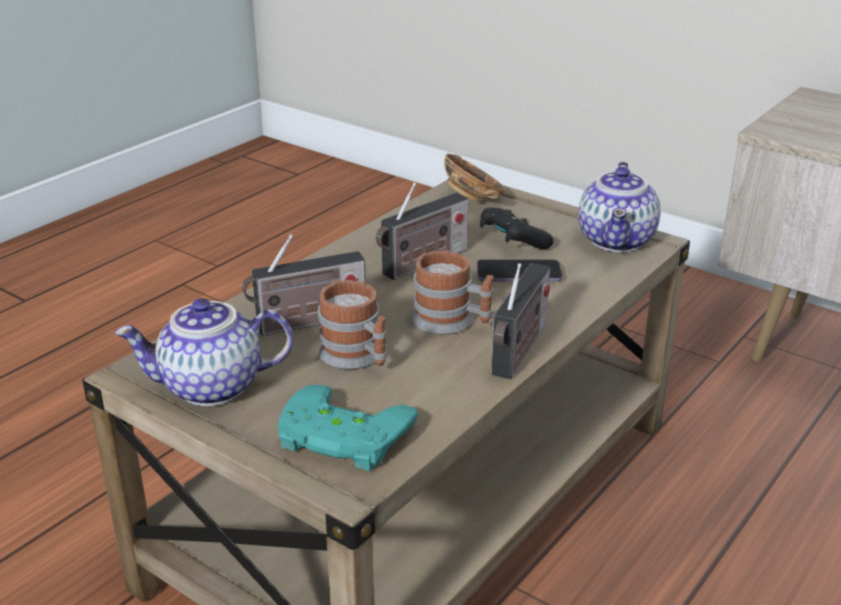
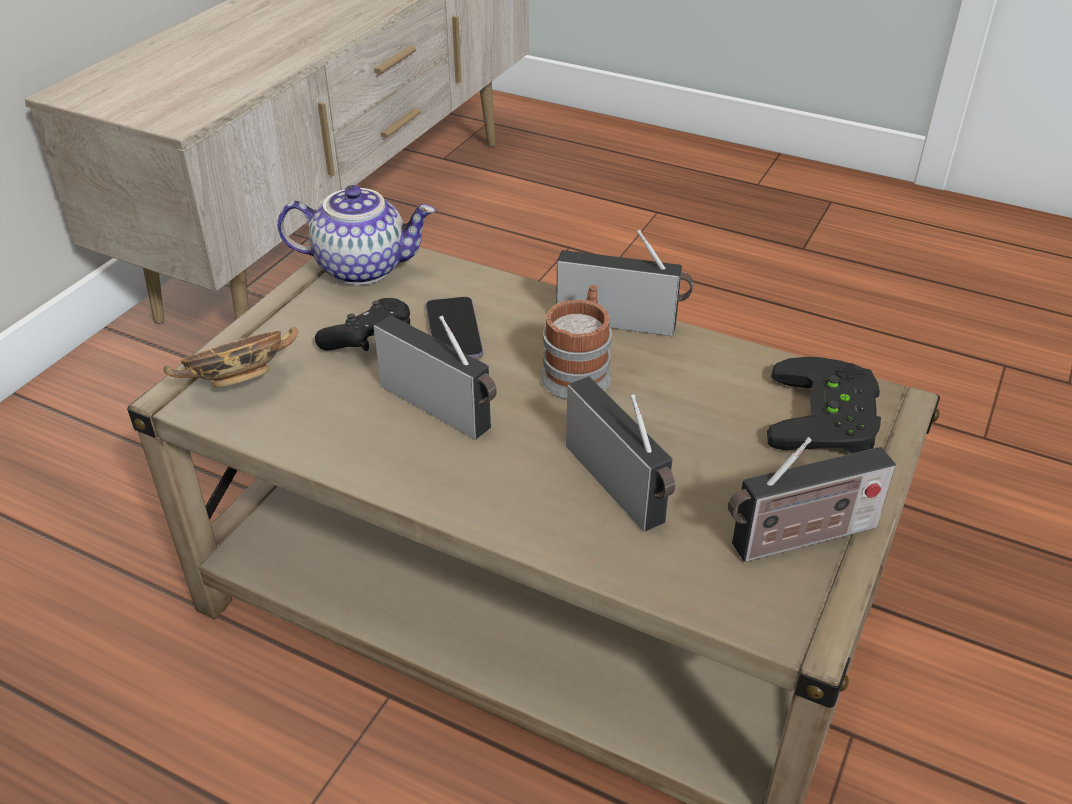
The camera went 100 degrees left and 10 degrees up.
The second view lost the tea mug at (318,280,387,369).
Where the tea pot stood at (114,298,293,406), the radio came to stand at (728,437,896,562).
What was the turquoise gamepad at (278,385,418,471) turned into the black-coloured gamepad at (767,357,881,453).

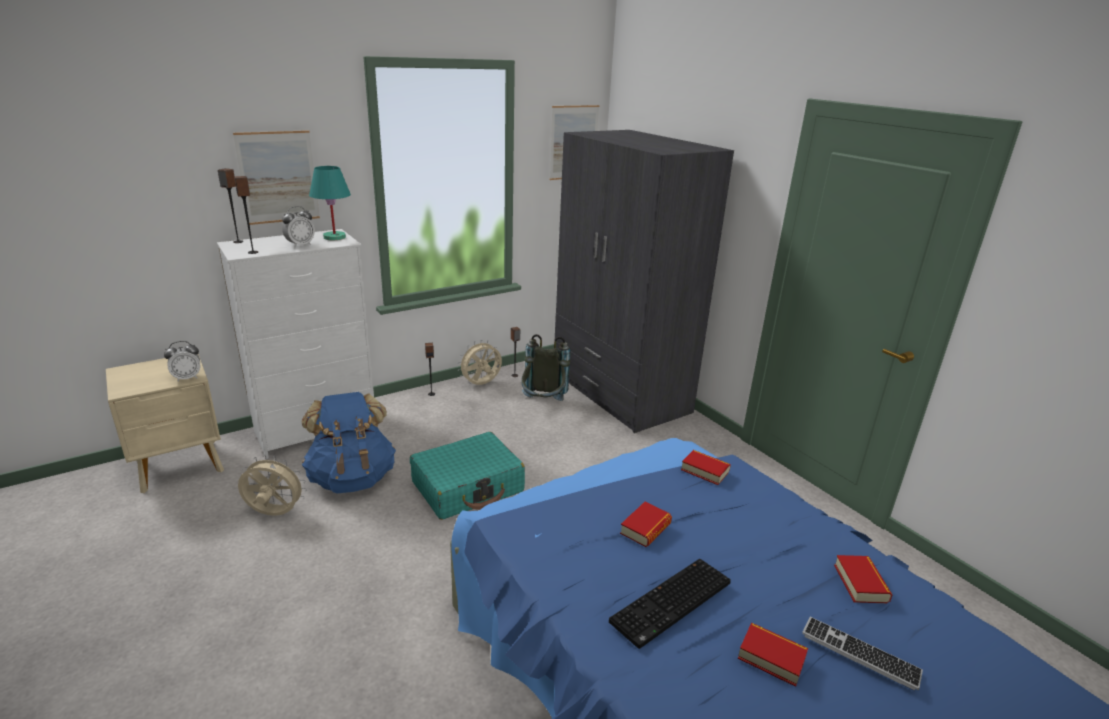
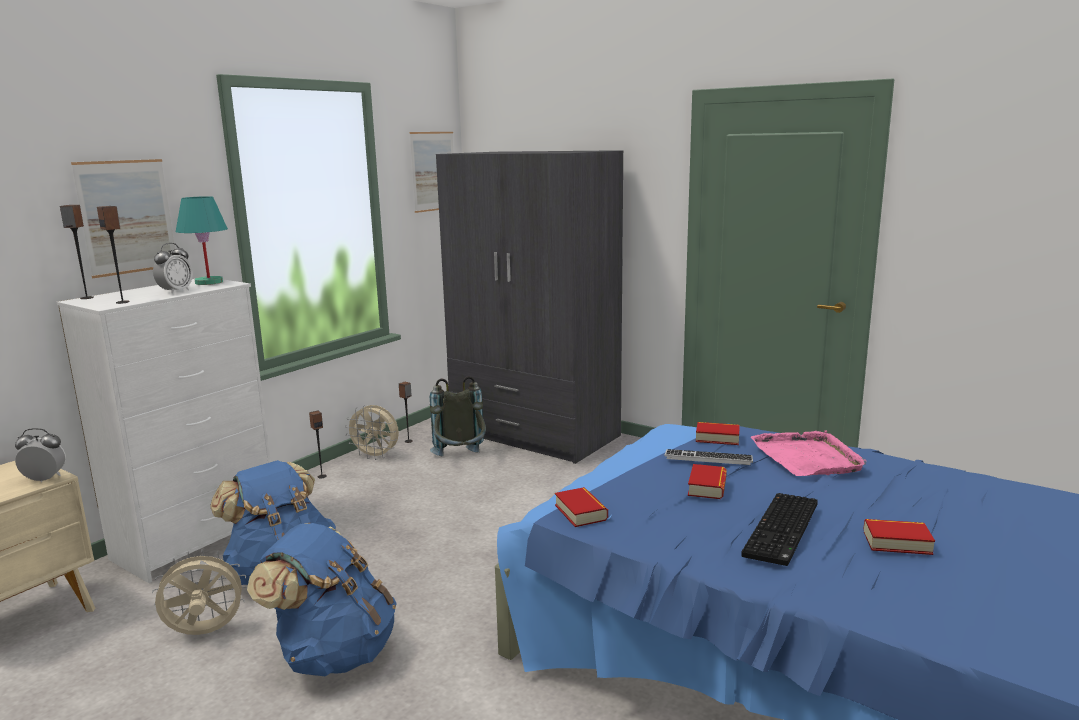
The camera went 20 degrees left and 10 degrees down.
The sand-coloured fan at (457,340,502,385) ended up facing another way, 105 degrees counterclockwise from before.
The alarm clock at (164,341,200,382) ended up facing another way, 135 degrees counterclockwise from before.
The second view lost the turquoise piece of luggage at (410,432,525,520).
The book ended up elsewhere, having gone from (834,555,892,603) to (555,487,608,527).
The PC keyboard ended up elsewhere, having gone from (802,617,923,691) to (665,449,753,465).
The second view gained the pink-coloured carrying tray at (751,430,866,476).
The second view gained the blue knapsack at (247,523,397,676).

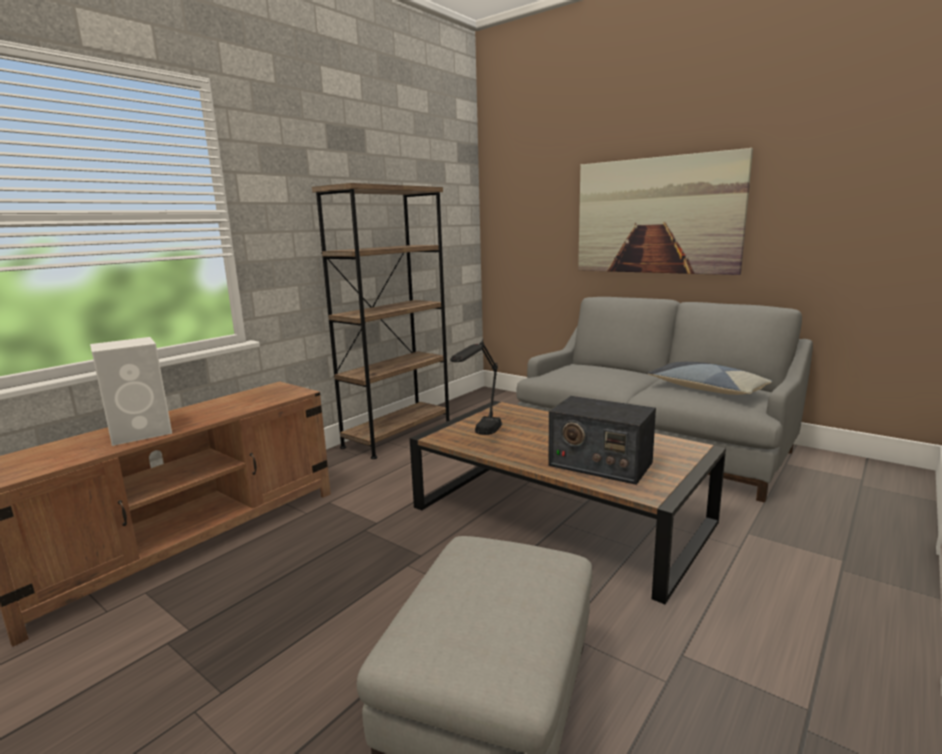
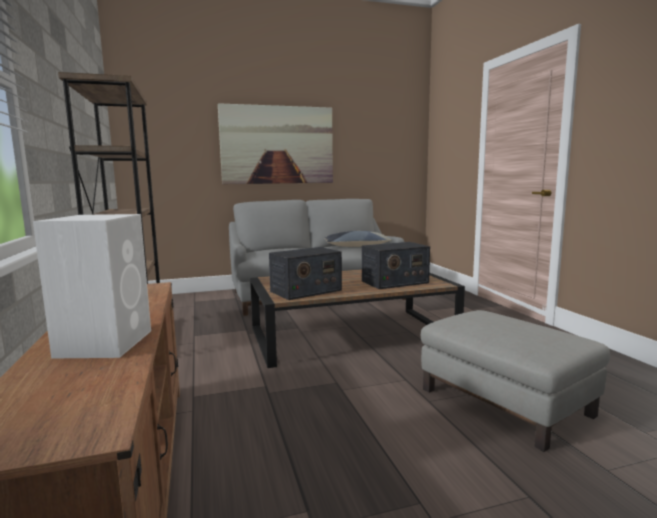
The camera went 55 degrees left and 5 degrees down.
Where the black-coloured table lamp stood at (450,339,502,435), the radio came to stand at (269,247,342,300).

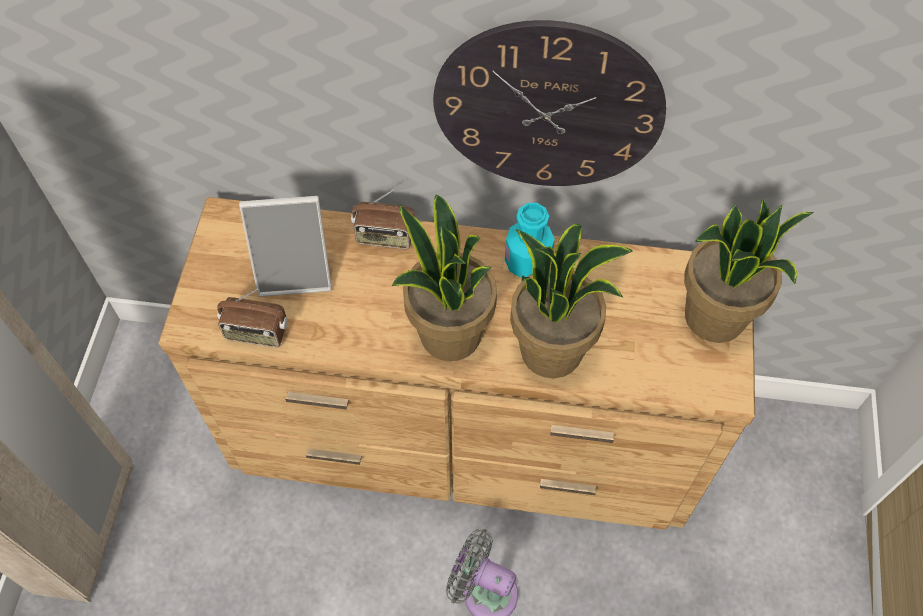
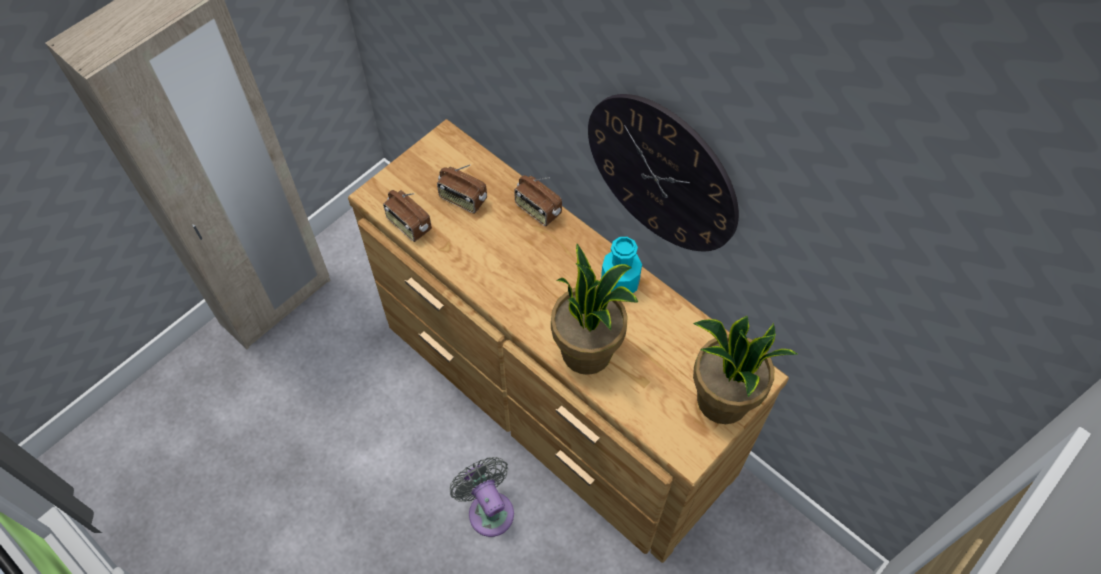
The camera went 35 degrees right and 0 degrees up.
The second view lost the plant in a pot at (392,194,497,361).
Where the photo frame stood at (239,196,332,297), the radio came to stand at (437,164,487,213).

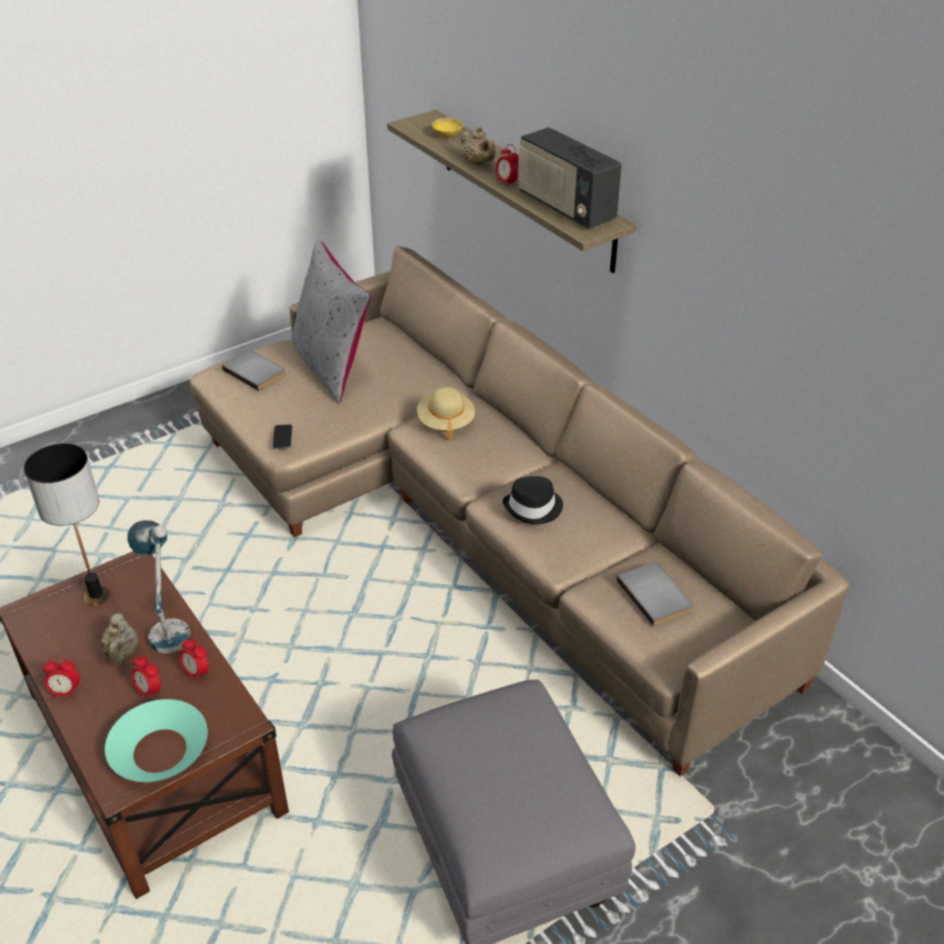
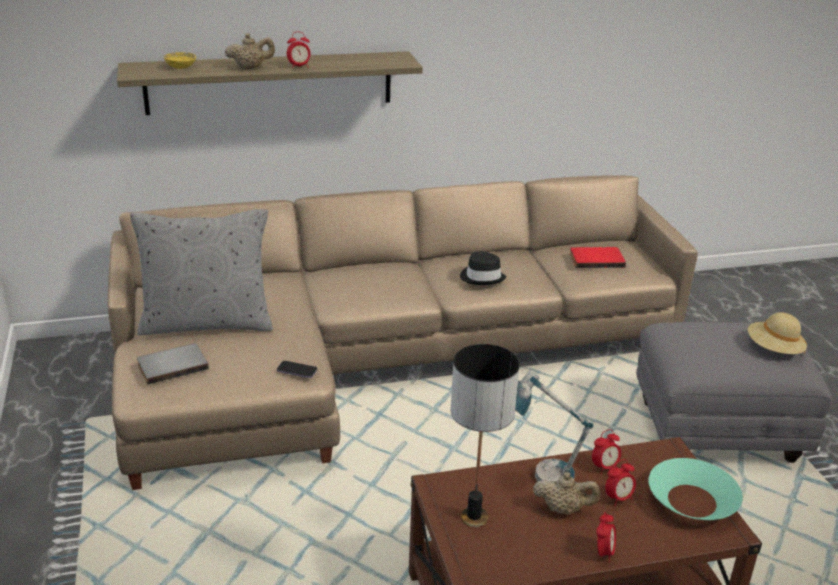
The camera went 70 degrees left and 10 degrees down.
The second view lost the radio at (518,127,622,229).
The sand-coloured wearable hat ended up elsewhere, having gone from (417,387,475,440) to (748,312,807,354).
What was the greyish book at (616,562,693,627) turned into the reddish book at (569,247,626,268).

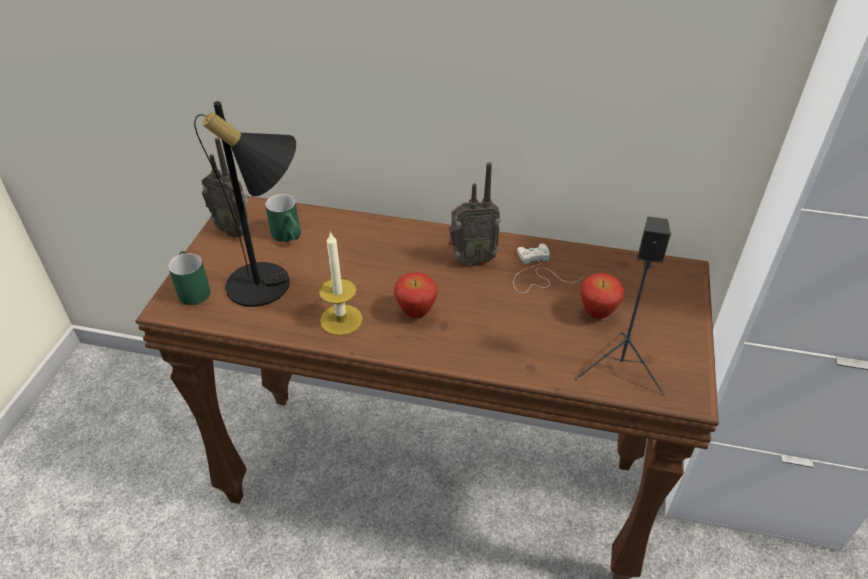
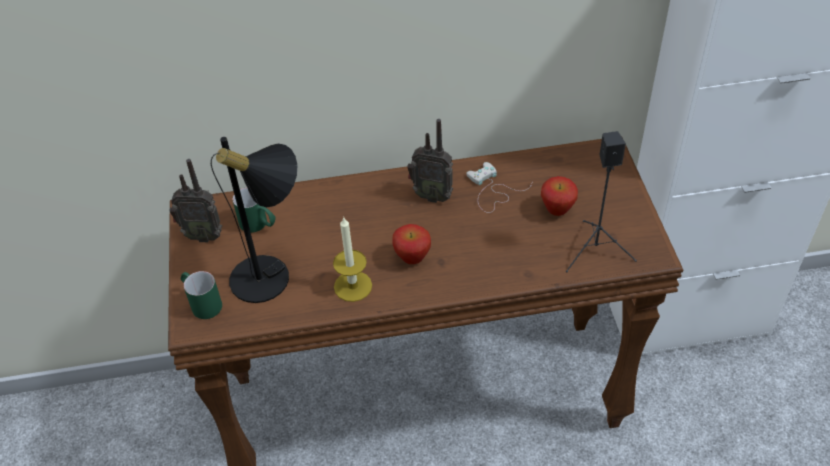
The camera went 20 degrees left and 5 degrees up.
The radio at (449,162,501,266) ended up facing another way, 45 degrees clockwise from before.

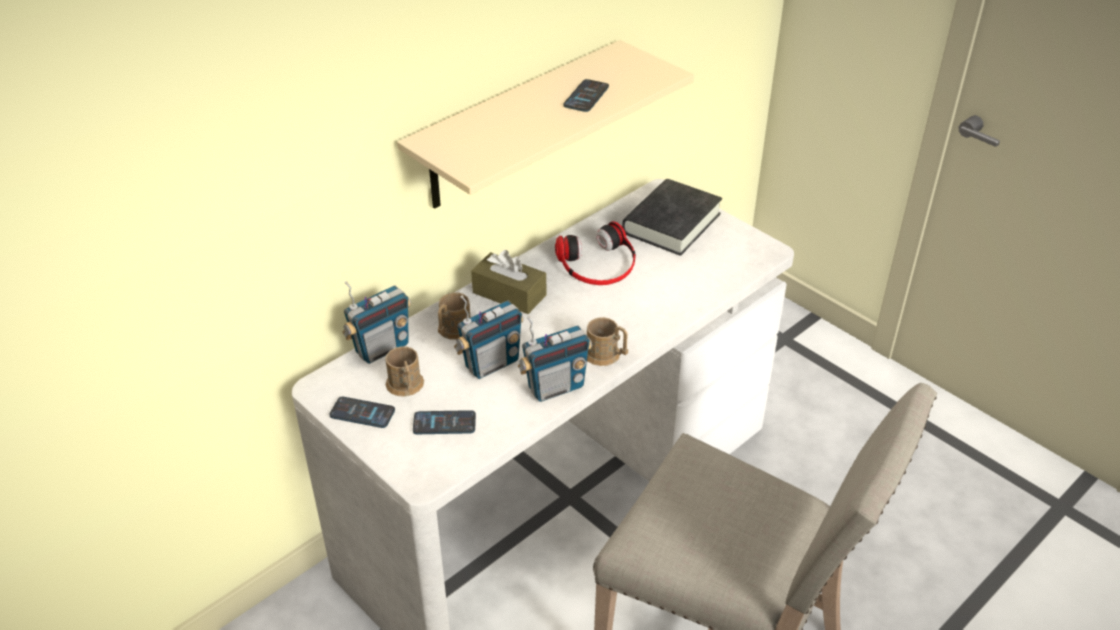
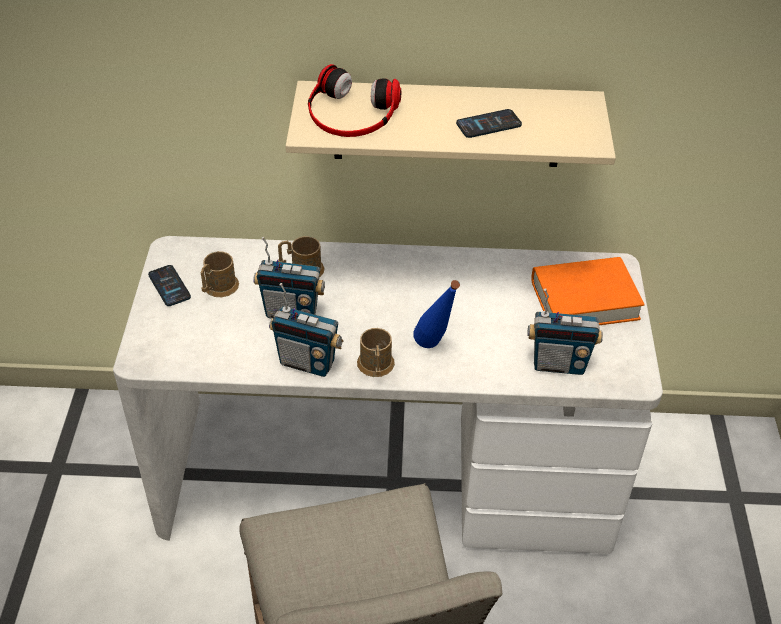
The camera went 45 degrees right and 5 degrees up.
What was the black-coloured book at (622,179,722,256) turned into the orange-coloured book at (531,257,644,325).
The headphones ended up elsewhere, having gone from (555,221,636,285) to (308,64,401,137).
The second view lost the brownish tissue box at (471,250,546,314).
The radio ended up elsewhere, having gone from (342,281,411,364) to (527,288,603,375).
The second view lost the handset at (413,410,476,434).
The second view gained the blue bottle at (413,280,460,348).

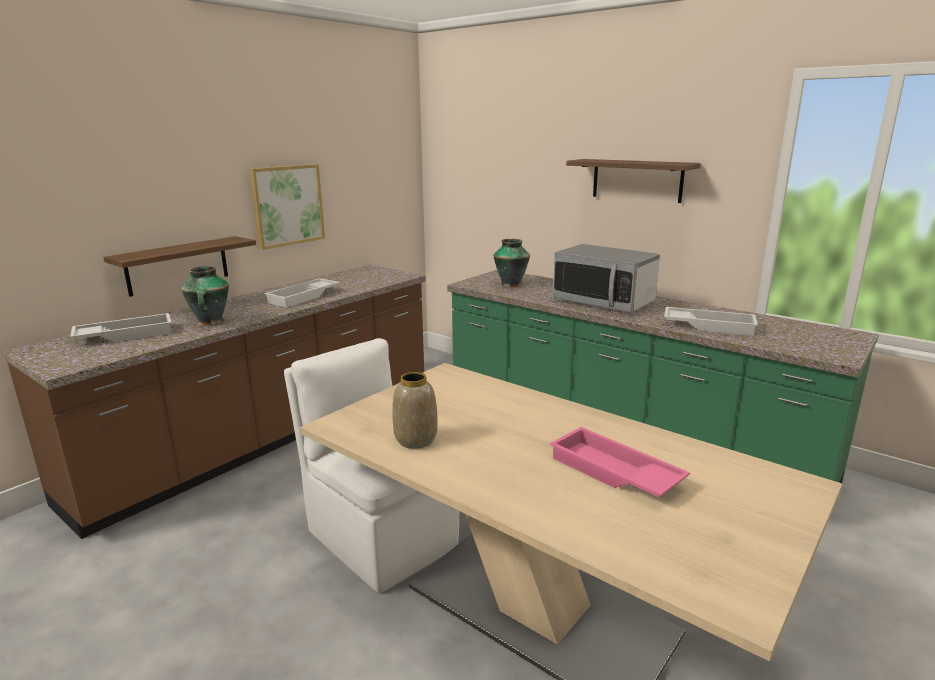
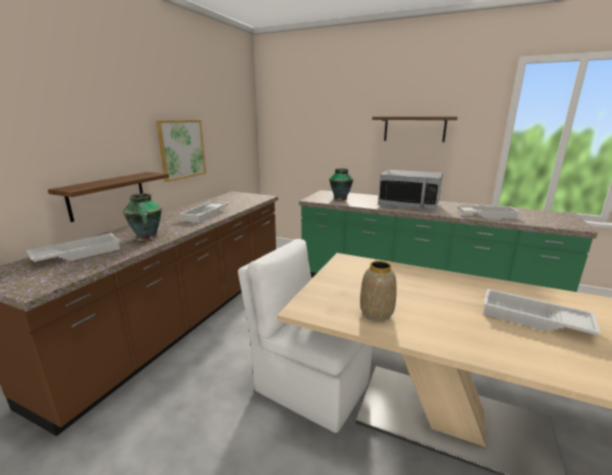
The camera went 15 degrees left and 0 degrees up.
What was the pink-coloured carrying tray at (550,427,690,497) turned into the white-coloured carrying tray at (483,289,601,335).

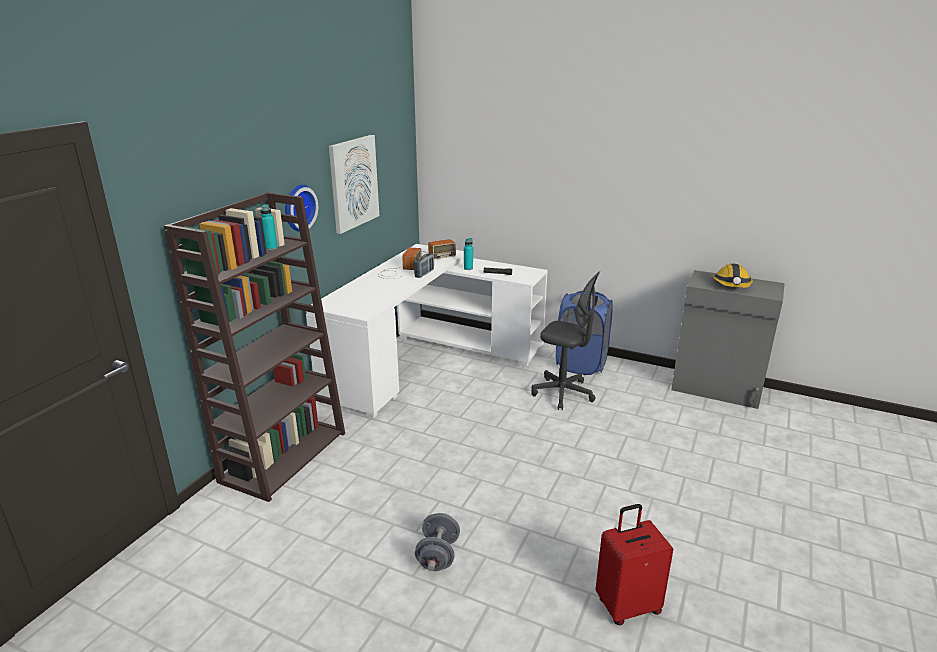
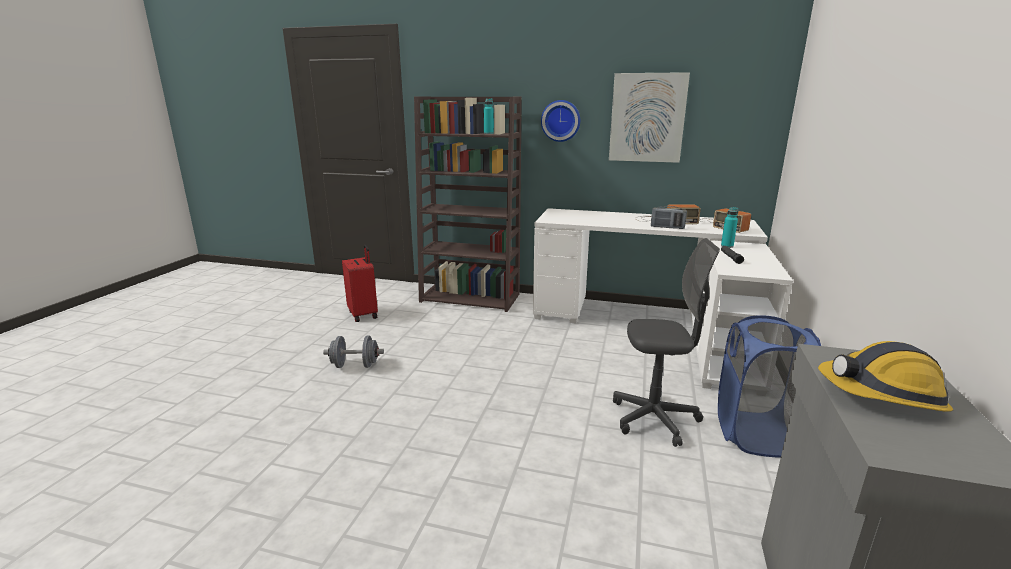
The camera went 80 degrees right and 5 degrees down.
The greyish computer chair at (531,271,600,410) ended up facing another way, 105 degrees counterclockwise from before.
The reddish piece of luggage ended up elsewhere, having gone from (595,504,673,625) to (342,245,378,322).

